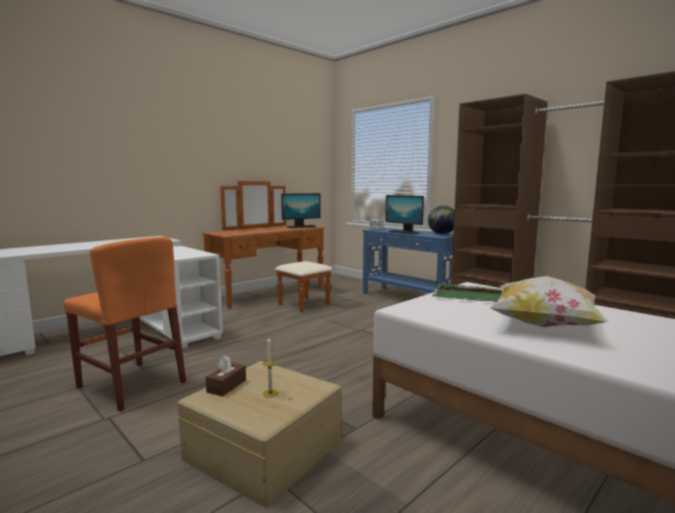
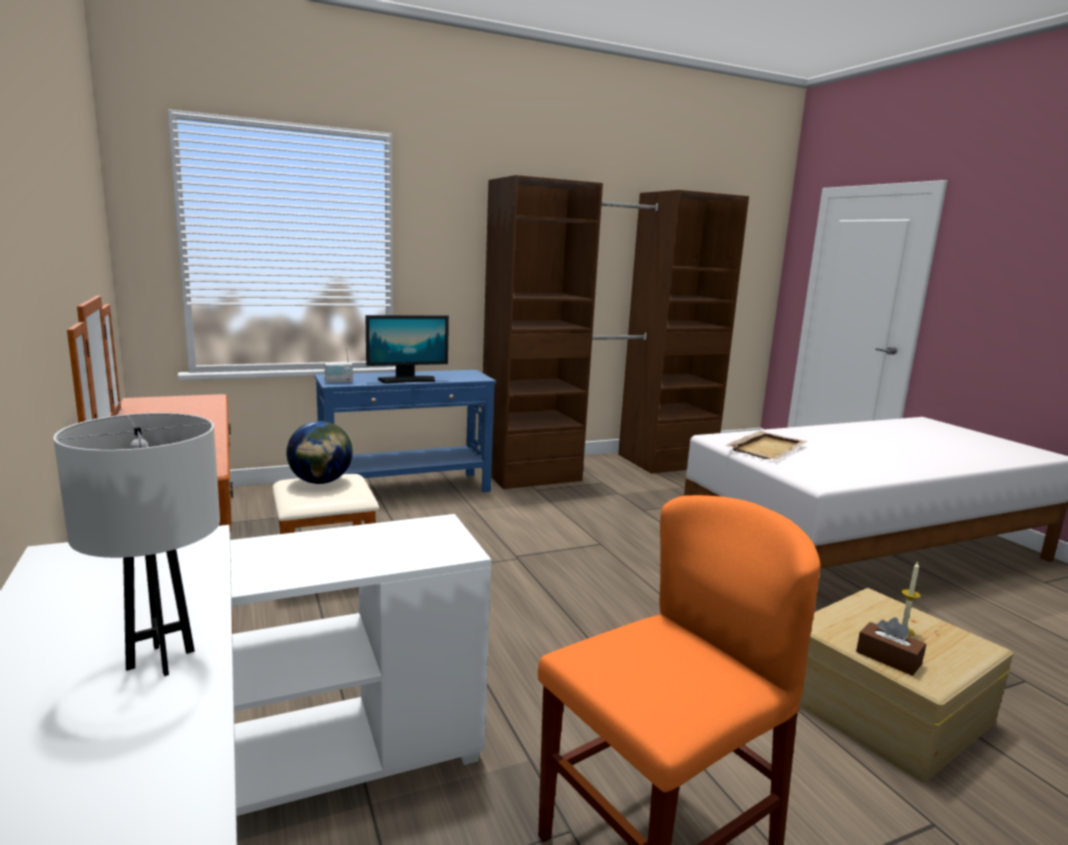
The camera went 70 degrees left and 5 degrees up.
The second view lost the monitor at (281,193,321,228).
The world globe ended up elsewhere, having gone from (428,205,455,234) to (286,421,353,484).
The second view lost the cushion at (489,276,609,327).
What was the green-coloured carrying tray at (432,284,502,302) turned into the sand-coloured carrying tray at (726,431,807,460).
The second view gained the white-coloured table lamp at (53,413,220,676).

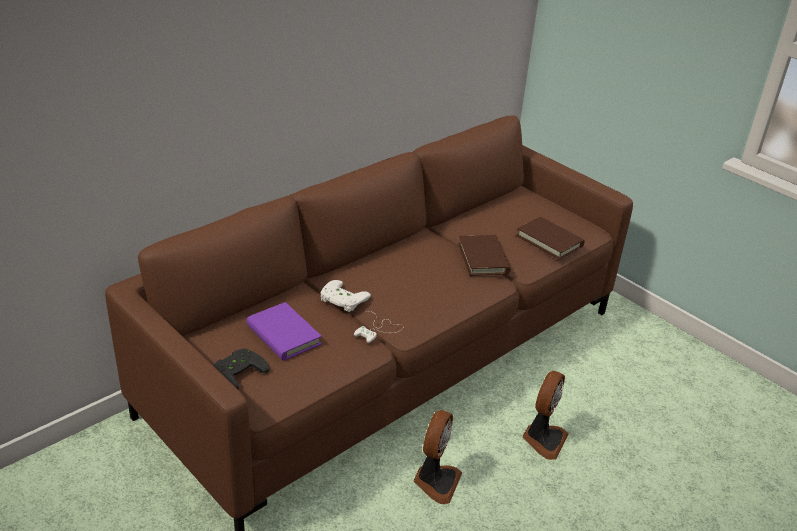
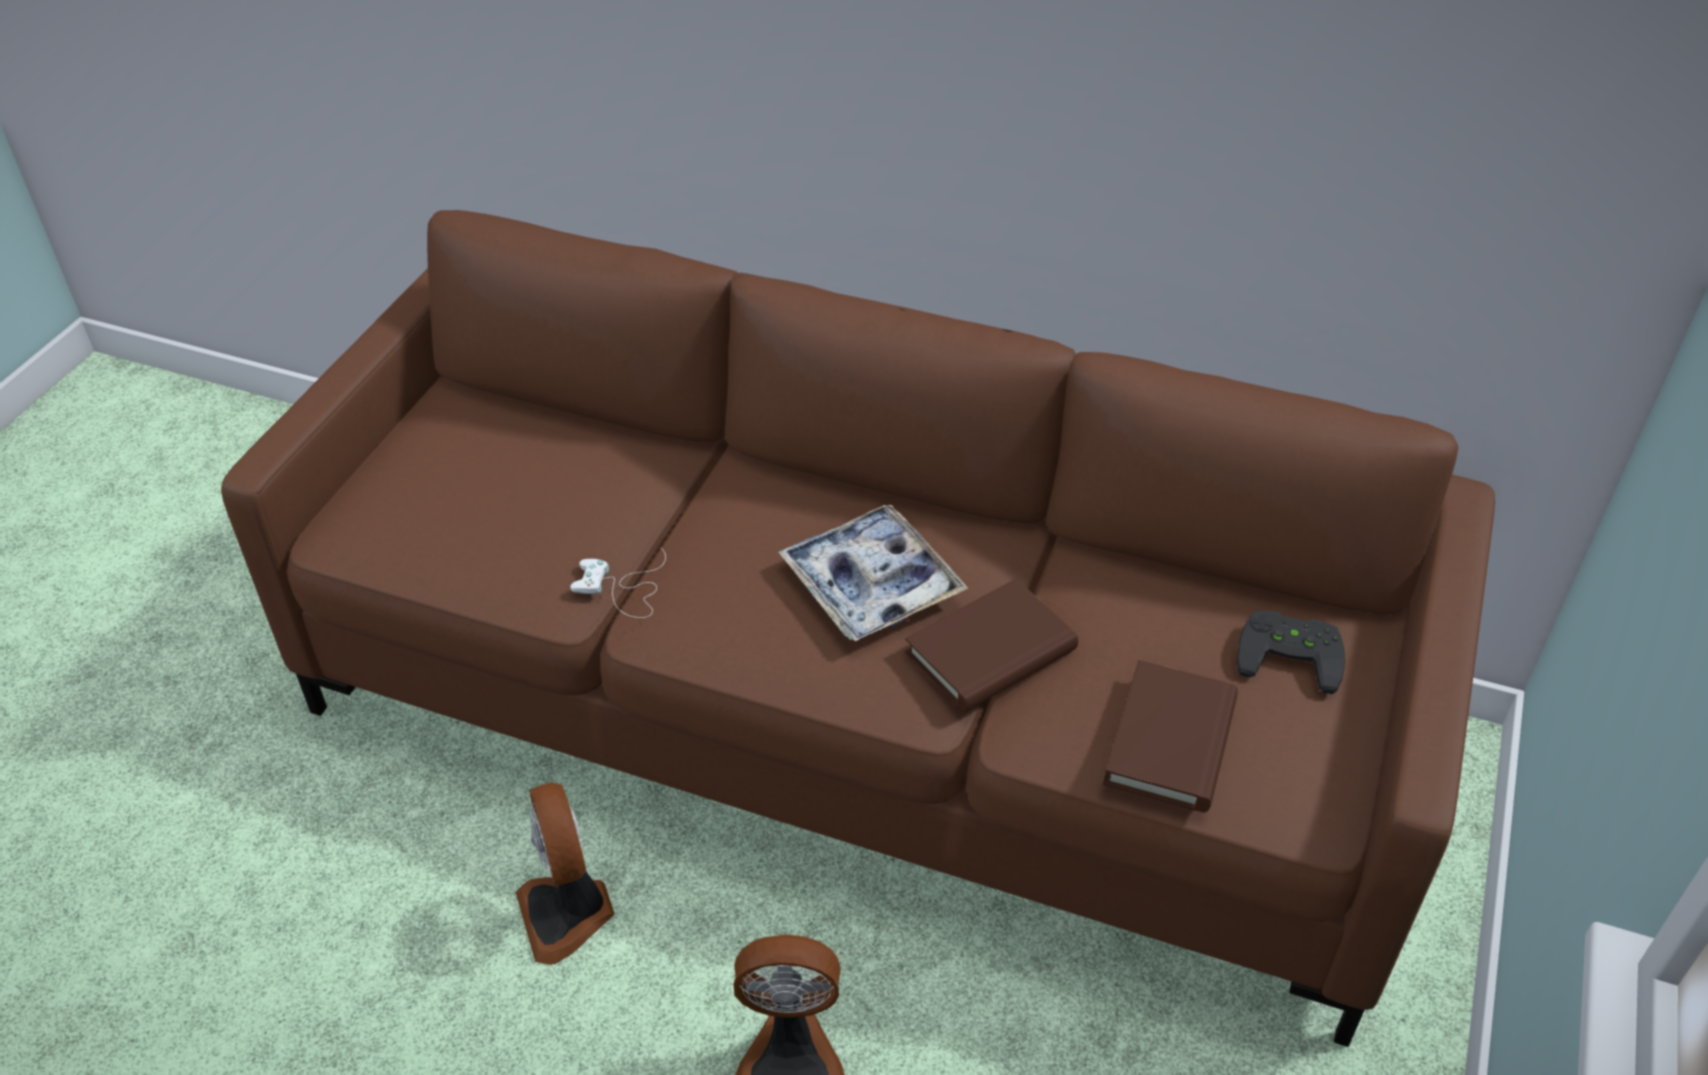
The camera went 65 degrees right and 10 degrees up.
The second view lost the white-coloured gamepad at (321,280,371,312).
The second view lost the purple book at (246,302,322,361).
The black-coloured gamepad ended up elsewhere, having gone from (213,348,270,389) to (1237,611,1345,694).
The fan at (413,410,462,504) ended up facing another way, 75 degrees clockwise from before.
The second view gained the carrying tray at (778,504,968,641).

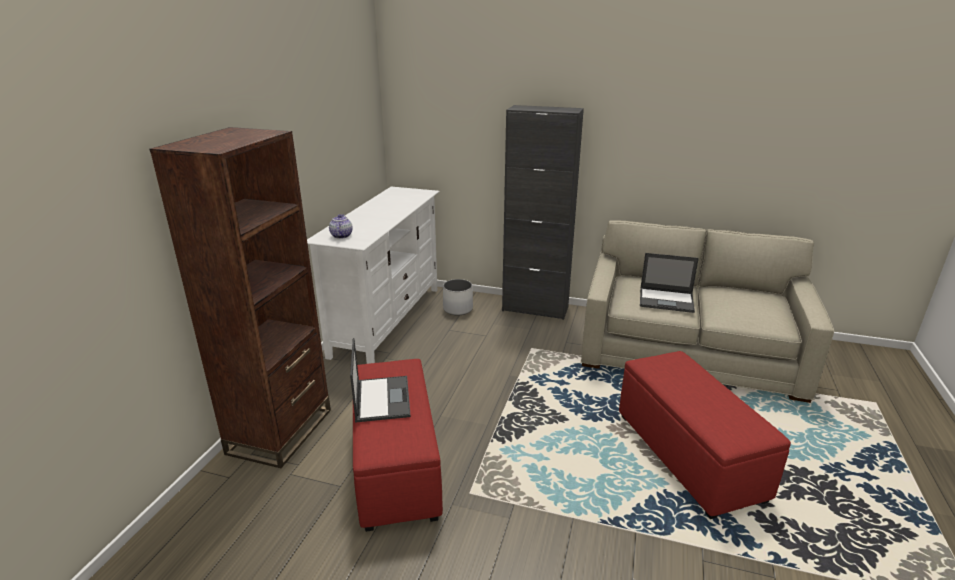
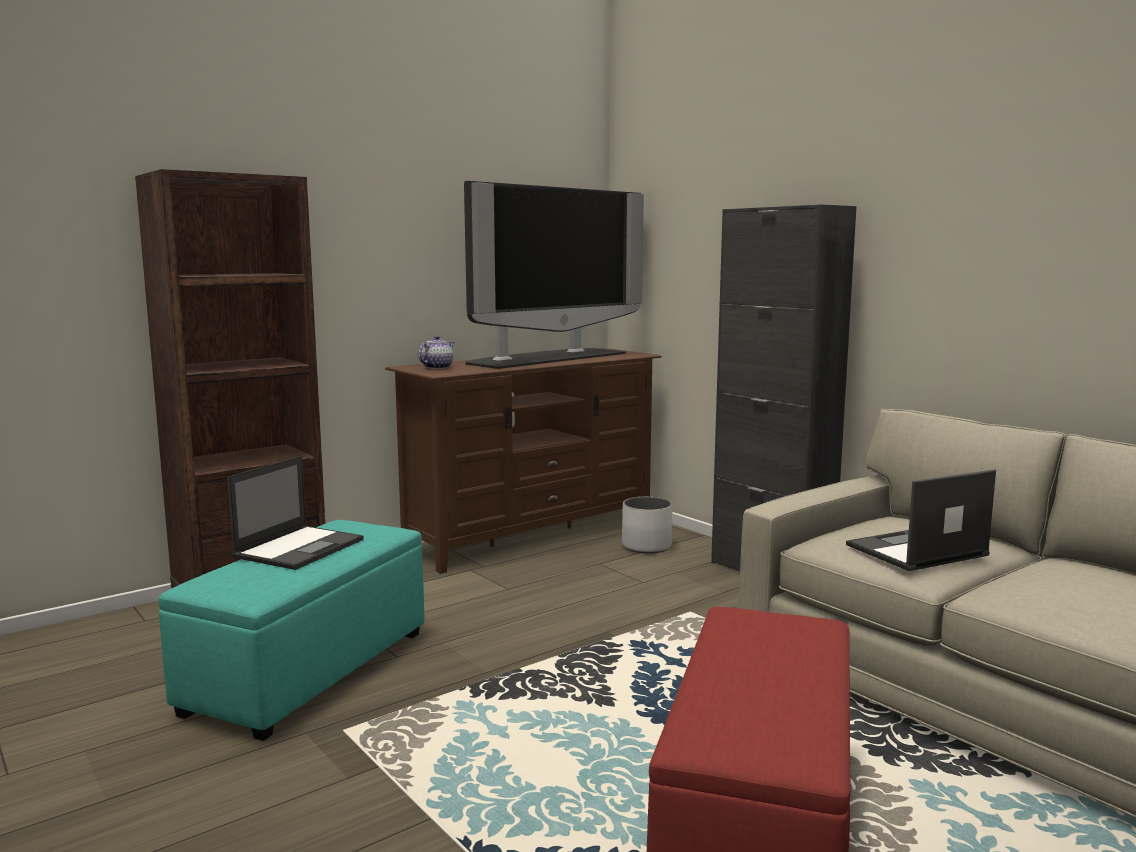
The camera went 35 degrees right and 15 degrees down.
What was the white-coloured tv unit at (307,187,440,364) turned into the brownish tv unit at (385,348,662,574).
The portable computer at (640,253,699,313) ended up facing another way, 105 degrees clockwise from before.
What was the reddish ottoman at (353,359,443,532) turned into the turquoise ottoman at (159,520,425,741).
The second view gained the television at (464,181,644,369).

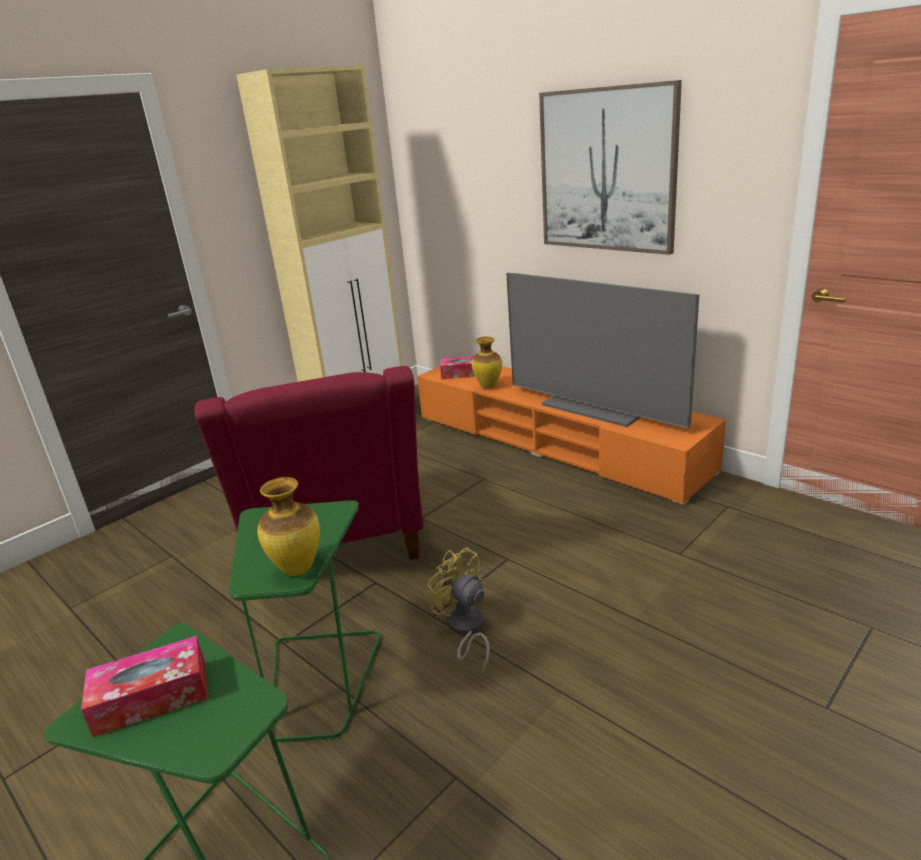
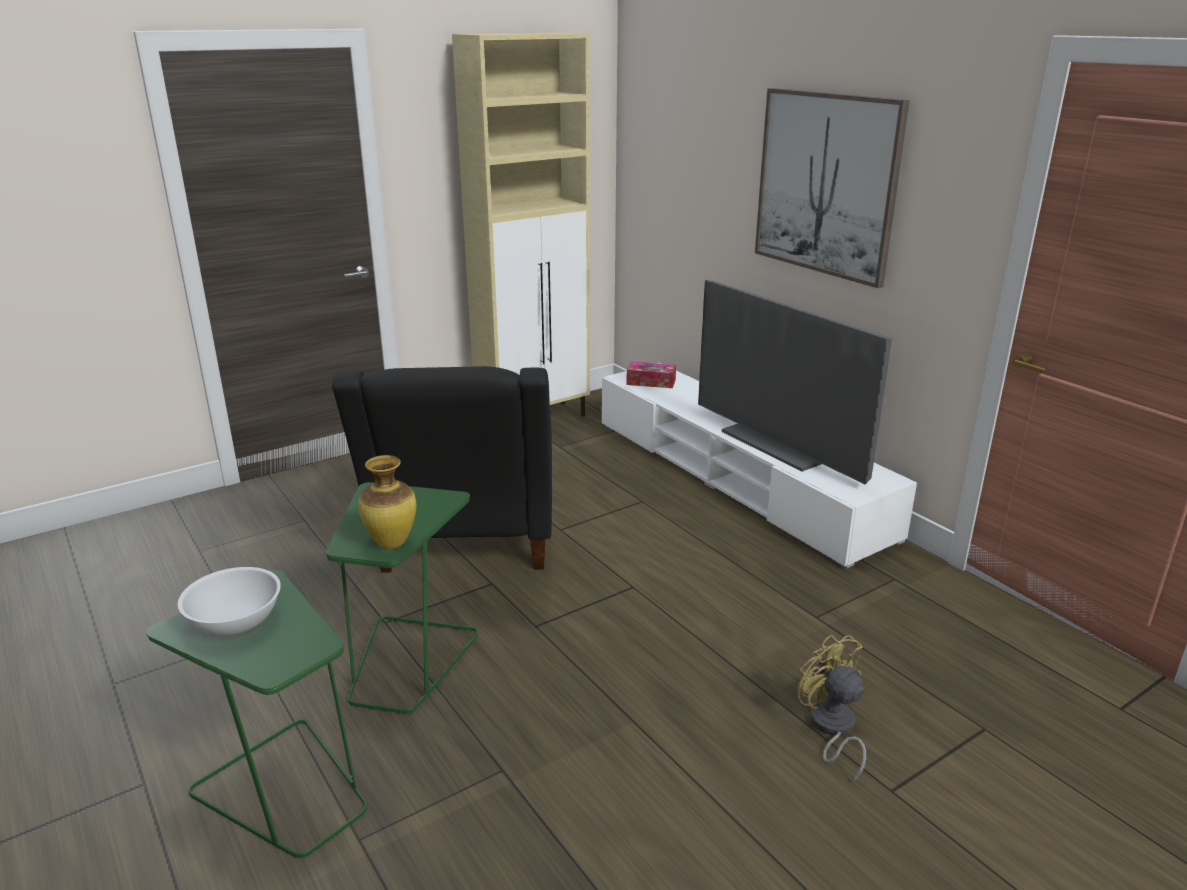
The camera went 10 degrees right and 0 degrees up.
The second view lost the flower vase at (472,337,502,389).
What was the reddish armchair at (194,366,423,560) turned into the black-coloured armchair at (332,366,552,573).
What was the orange-coloured tv unit at (417,366,726,505) turned into the white-coloured tv unit at (602,363,917,568).
The yellow fan ended up elsewhere, having gone from (427,547,490,672) to (797,635,866,783).
Where the tissue box stood at (81,636,208,737), the white-coloured bowl came to stand at (178,567,281,636).

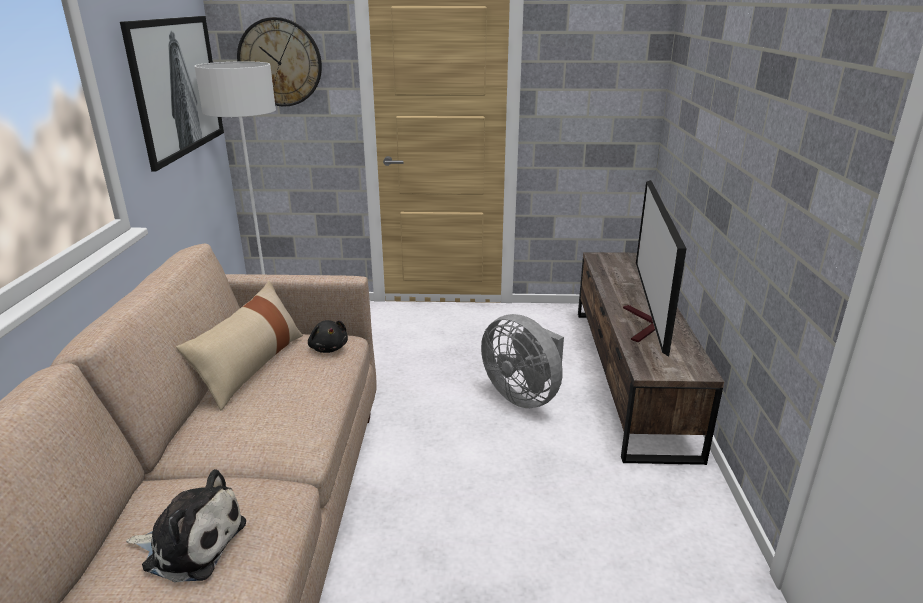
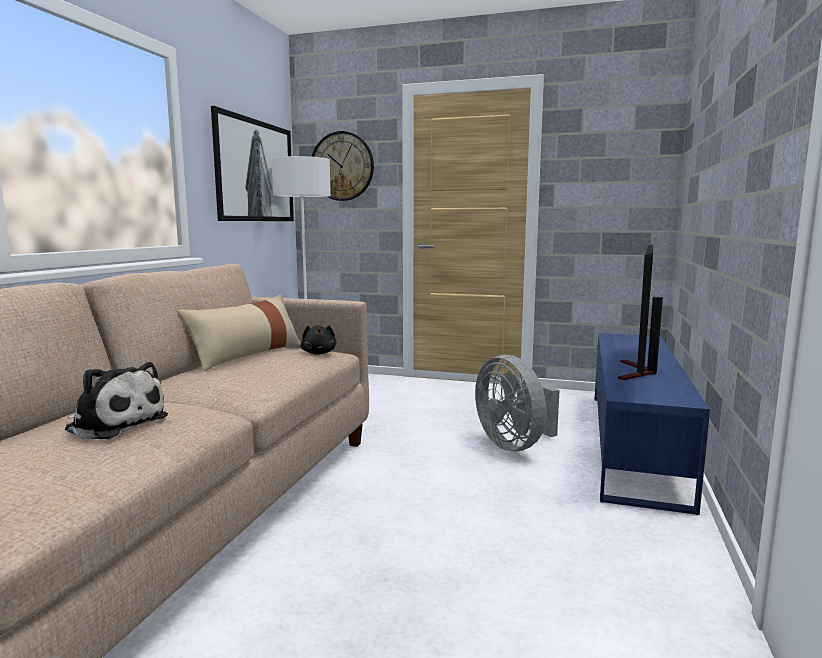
The camera went 15 degrees right and 15 degrees down.
What was the brownish tv unit at (578,252,724,465) turned into the blue tv unit at (595,333,710,515).

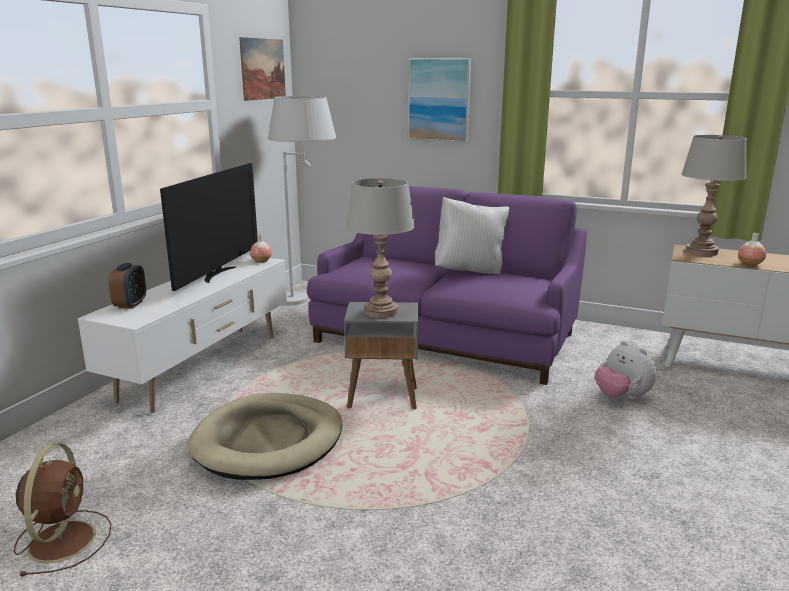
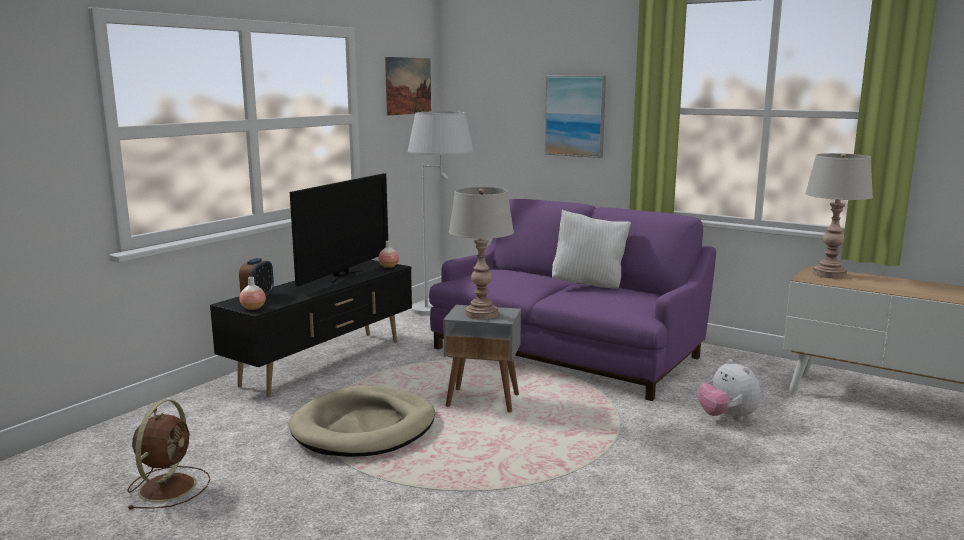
The camera went 10 degrees right and 5 degrees down.
The flower vase ended up elsewhere, having gone from (738,233,766,266) to (239,277,266,310).
What was the white-coloured tv unit at (78,254,287,413) turned into the black-coloured tv unit at (210,260,412,397).

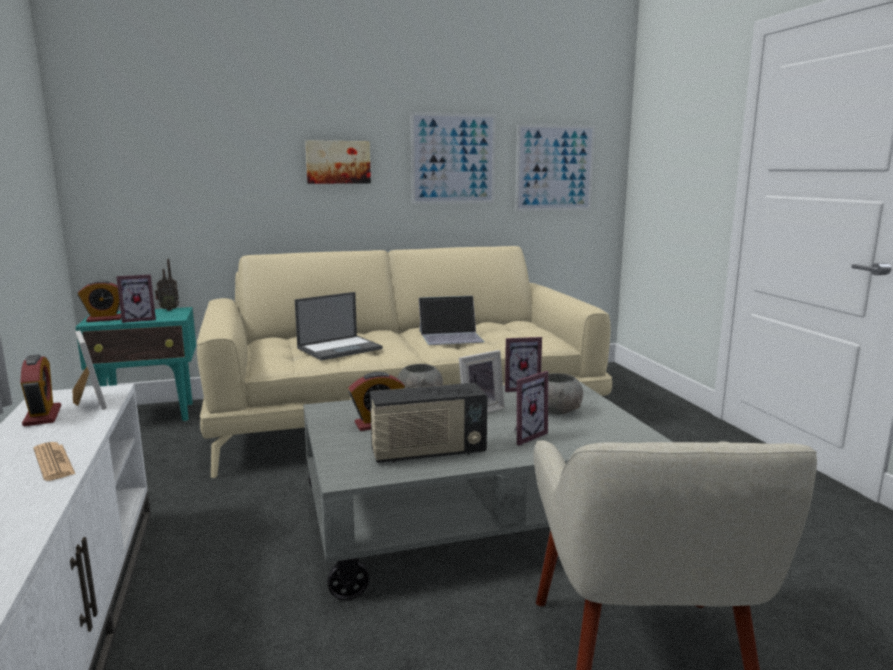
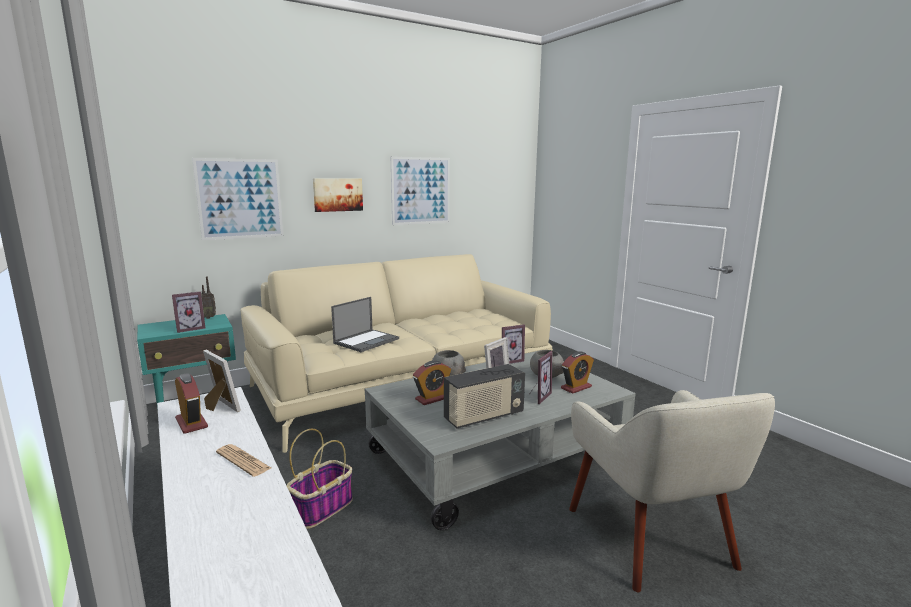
The camera went 15 degrees left and 0 degrees up.
The picture ended up elsewhere, having gone from (515,124,595,211) to (192,158,283,240).
The alarm clock ended up elsewhere, having gone from (78,280,121,322) to (561,351,594,394).
The second view lost the portable computer at (419,296,485,345).
The second view gained the basket at (286,429,353,529).

